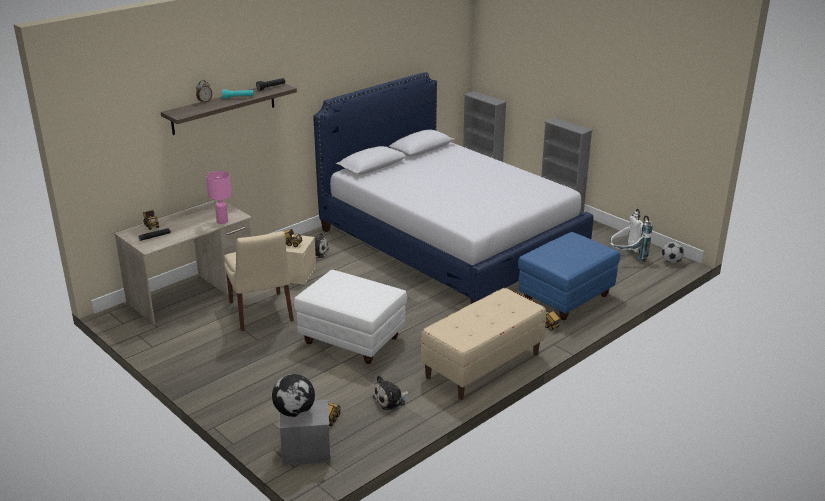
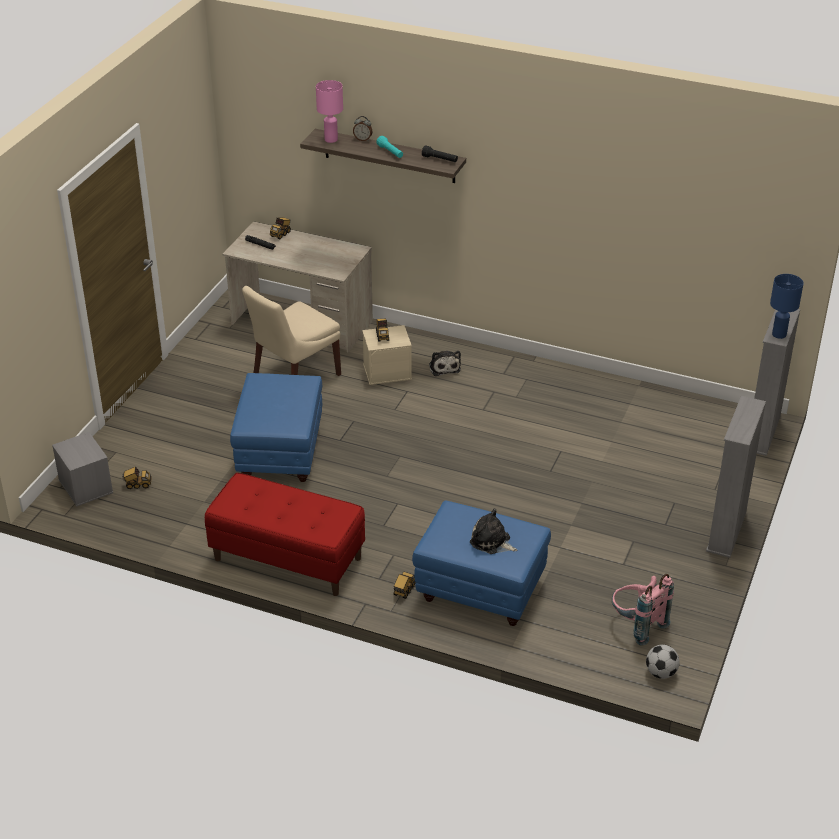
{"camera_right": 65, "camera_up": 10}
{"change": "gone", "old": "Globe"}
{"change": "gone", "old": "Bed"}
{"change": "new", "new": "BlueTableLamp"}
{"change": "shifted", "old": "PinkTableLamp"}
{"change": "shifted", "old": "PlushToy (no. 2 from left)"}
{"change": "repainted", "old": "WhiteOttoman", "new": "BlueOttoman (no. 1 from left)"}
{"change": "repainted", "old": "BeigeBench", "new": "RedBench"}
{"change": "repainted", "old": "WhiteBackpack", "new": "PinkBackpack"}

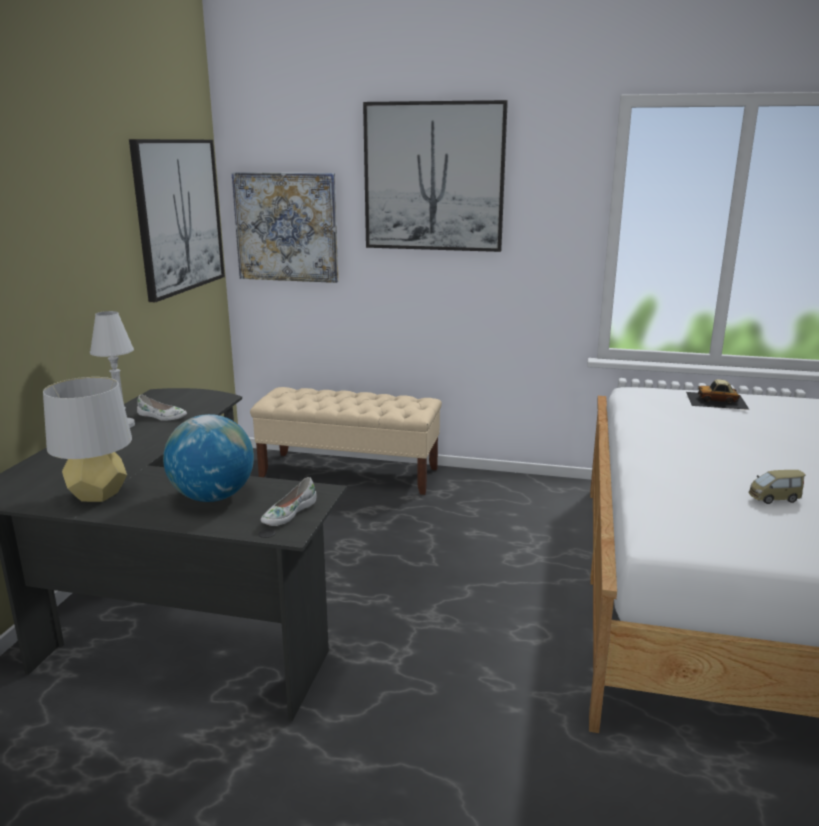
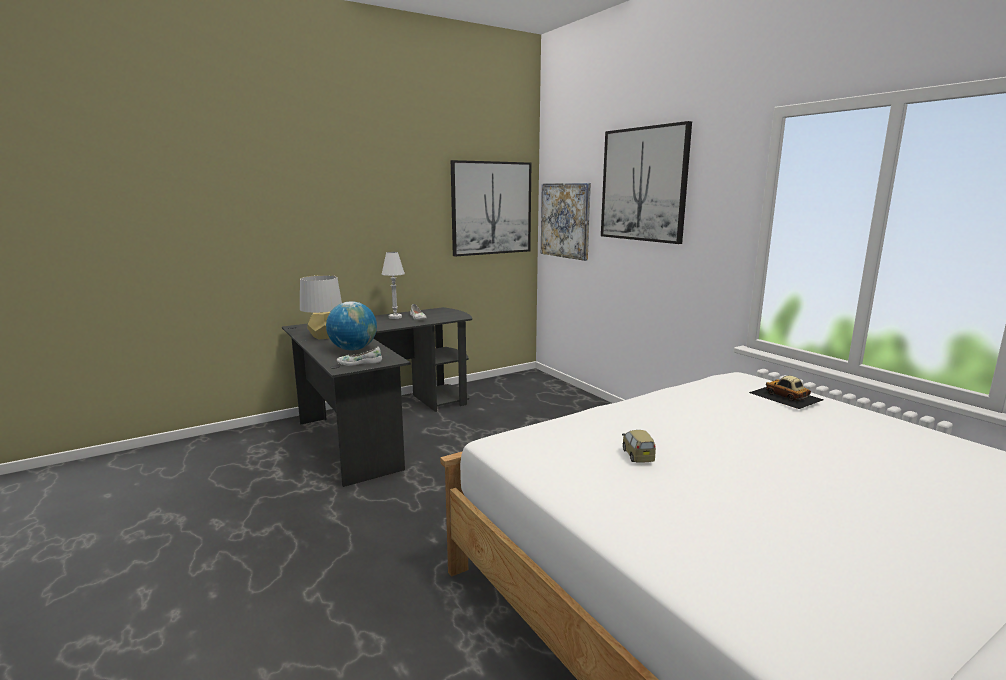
{"camera_right": 45, "camera_up": -5}
{"change": "gone", "old": "BeigeBench"}
{"change": "rotated", "old": "ToyCar (no. 2 from left in the first image)", "degrees": 45}

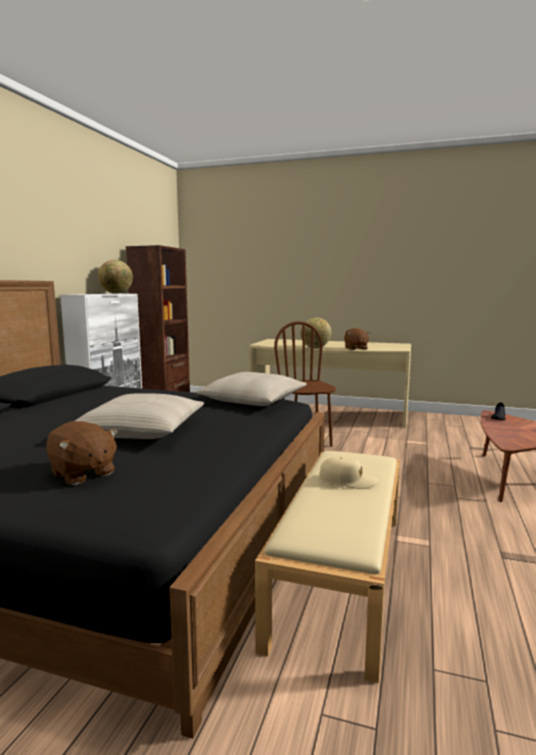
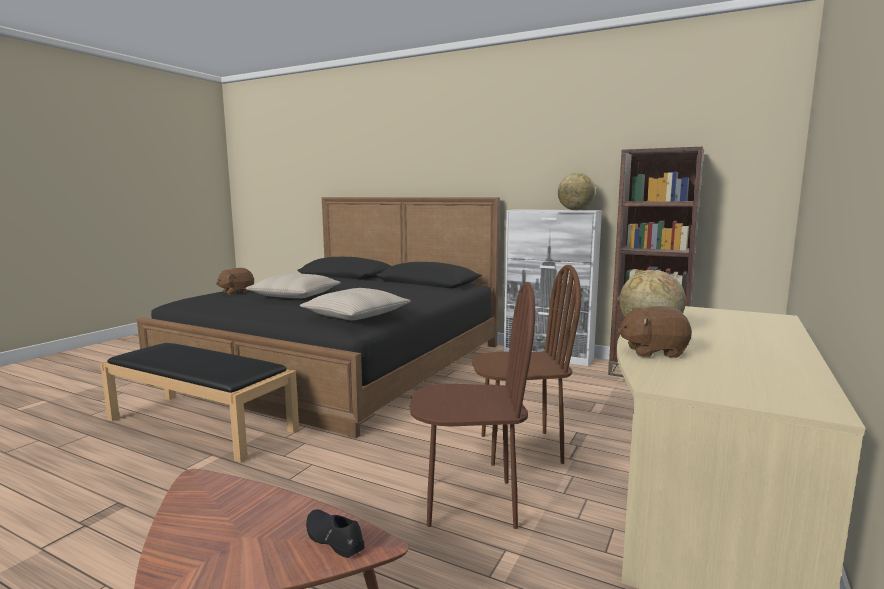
{"camera_right": 100, "camera_up": 0}
{"change": "gone", "old": "BeigeCap"}
{"change": "new", "new": "BrownChair (no. 1 from left)"}
{"change": "repainted", "old": "BeigeBench", "new": "BlackBench"}

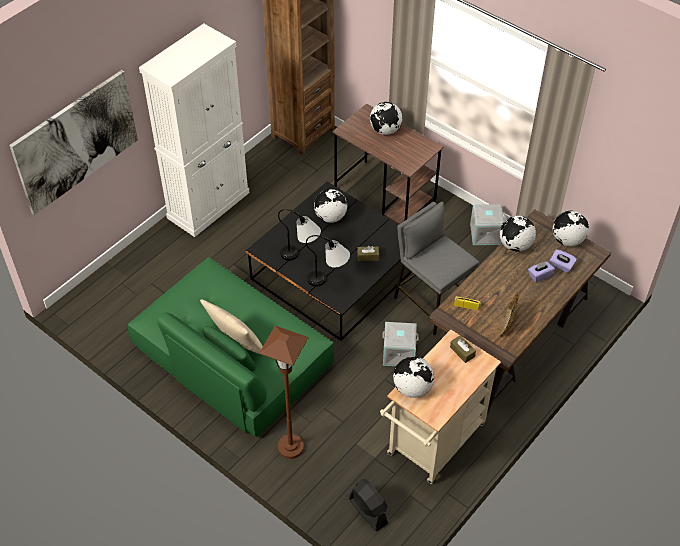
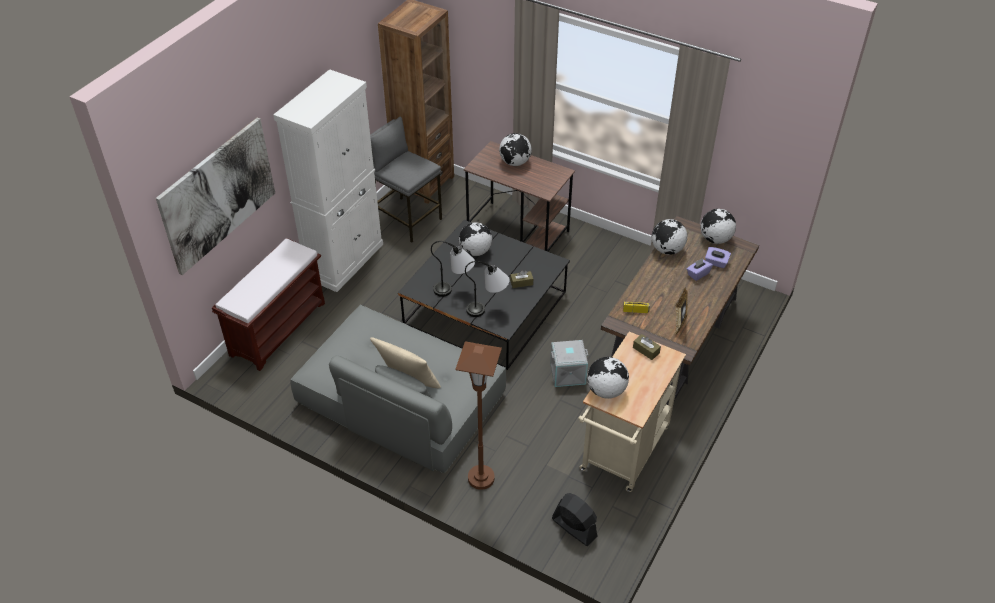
{"camera_right": -10, "camera_up": -5}
{"change": "gone", "old": "GreyStorageBox (no. 2 from left)"}
{"change": "new", "new": "BrownBench"}
{"change": "shifted", "old": "GreyStool"}
{"change": "repainted", "old": "GreenSofa", "new": "GreySofa"}

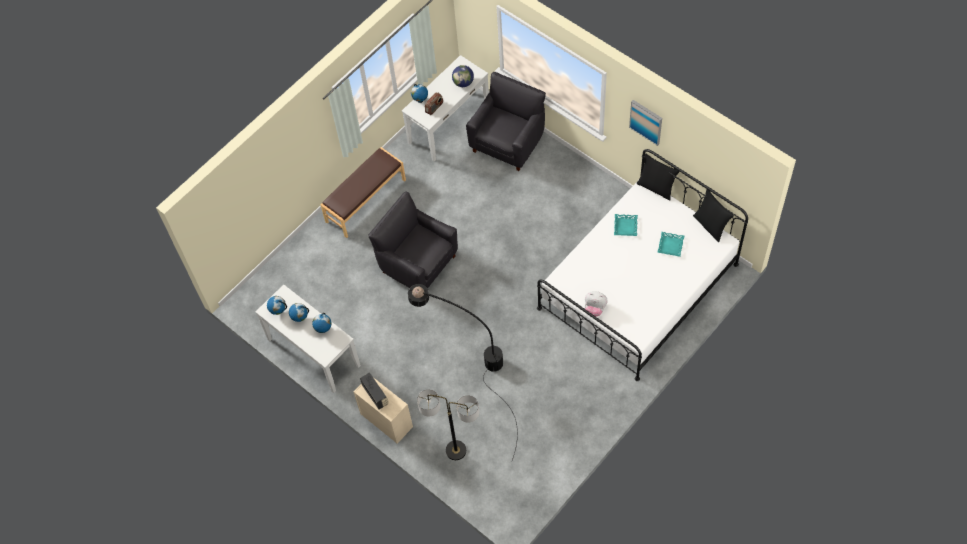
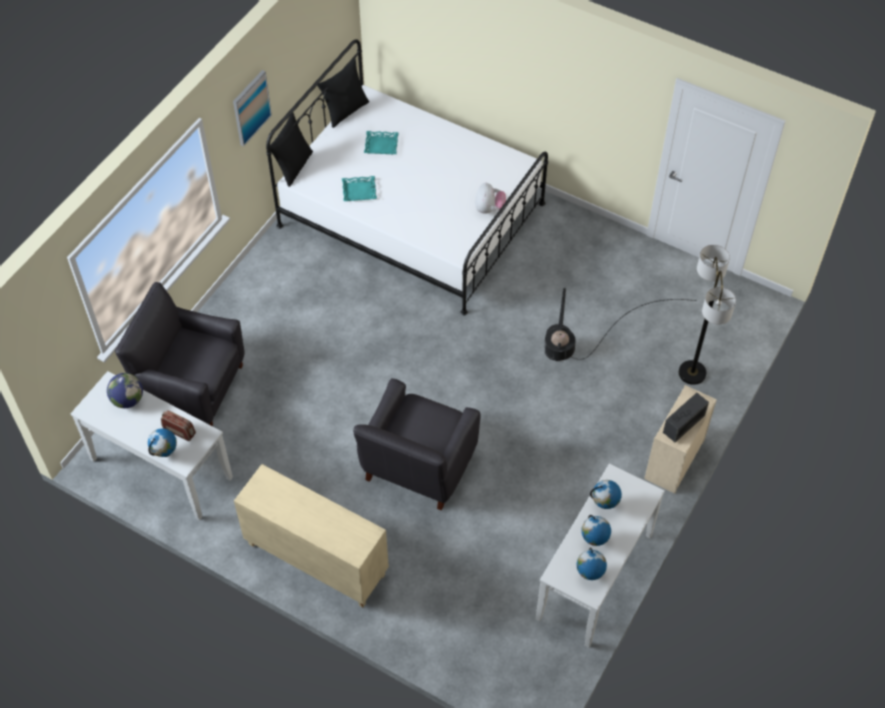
{"camera_right": -105, "camera_up": -5}
{"change": "swapped", "old": "BrownBench", "new": "BeigeCabinet"}

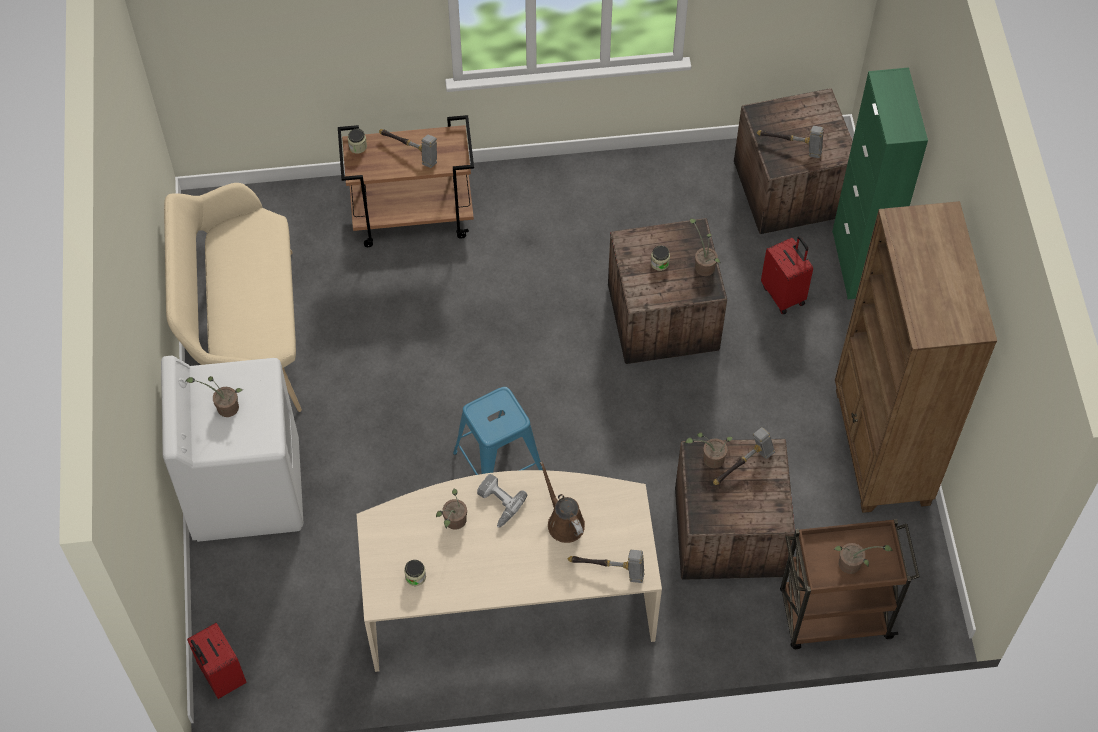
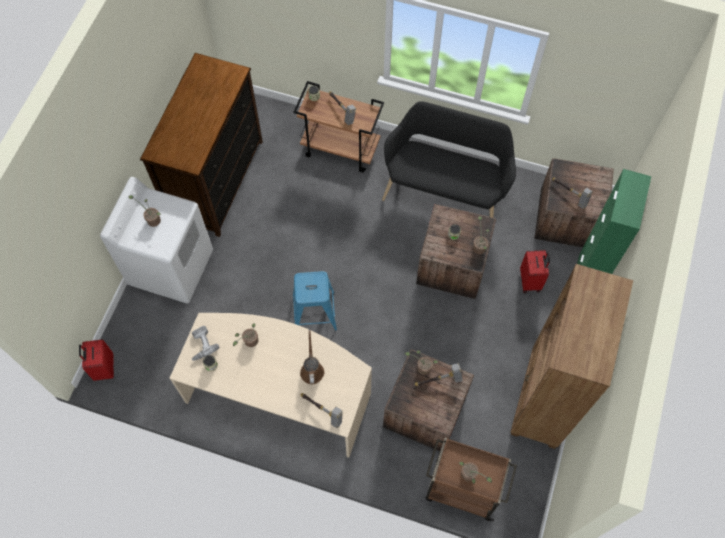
{"camera_right": 25, "camera_up": 5}
{"change": "new", "new": "BlackBench"}
{"change": "shifted", "old": "PowerDrill"}
{"change": "swapped", "old": "BeigeBench", "new": "Dresser"}

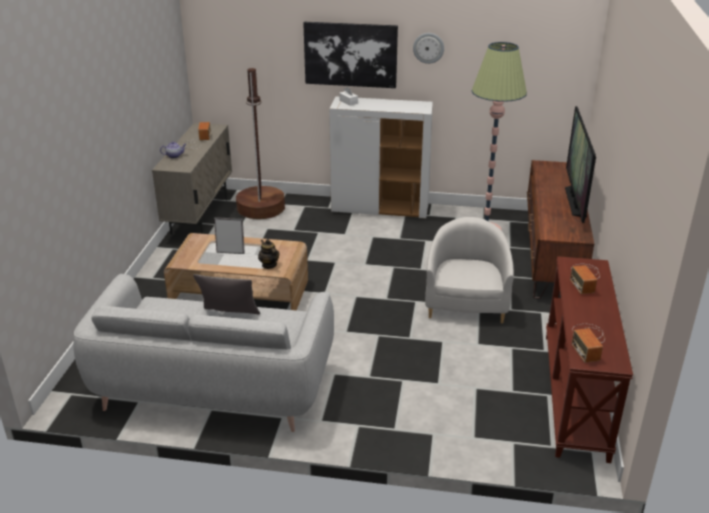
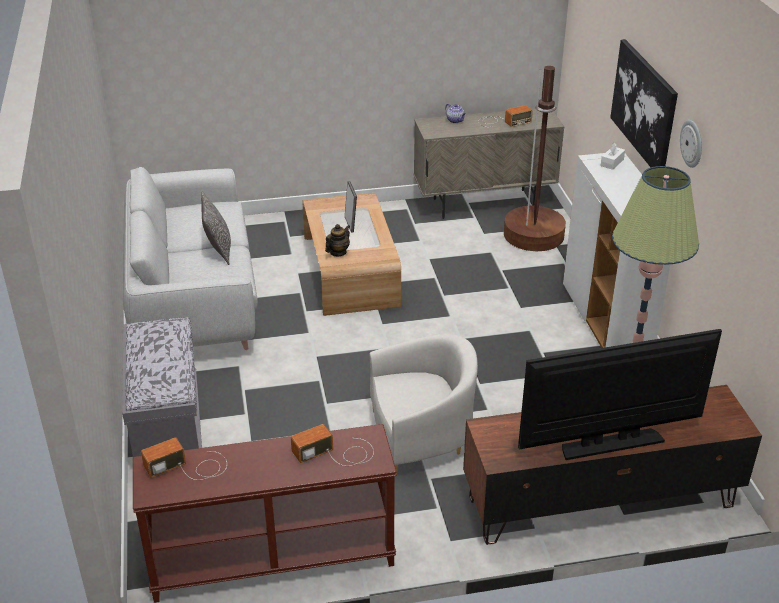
{"camera_right": 70, "camera_up": 5}
{"change": "new", "new": "GreyBench"}

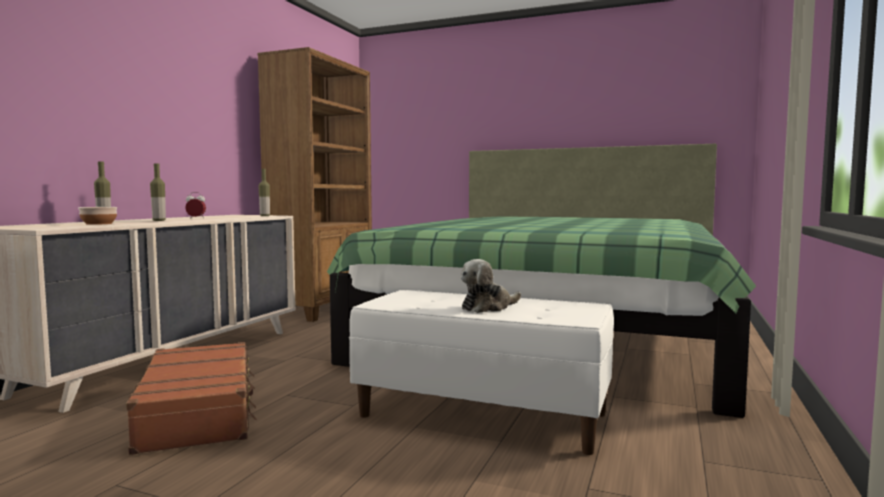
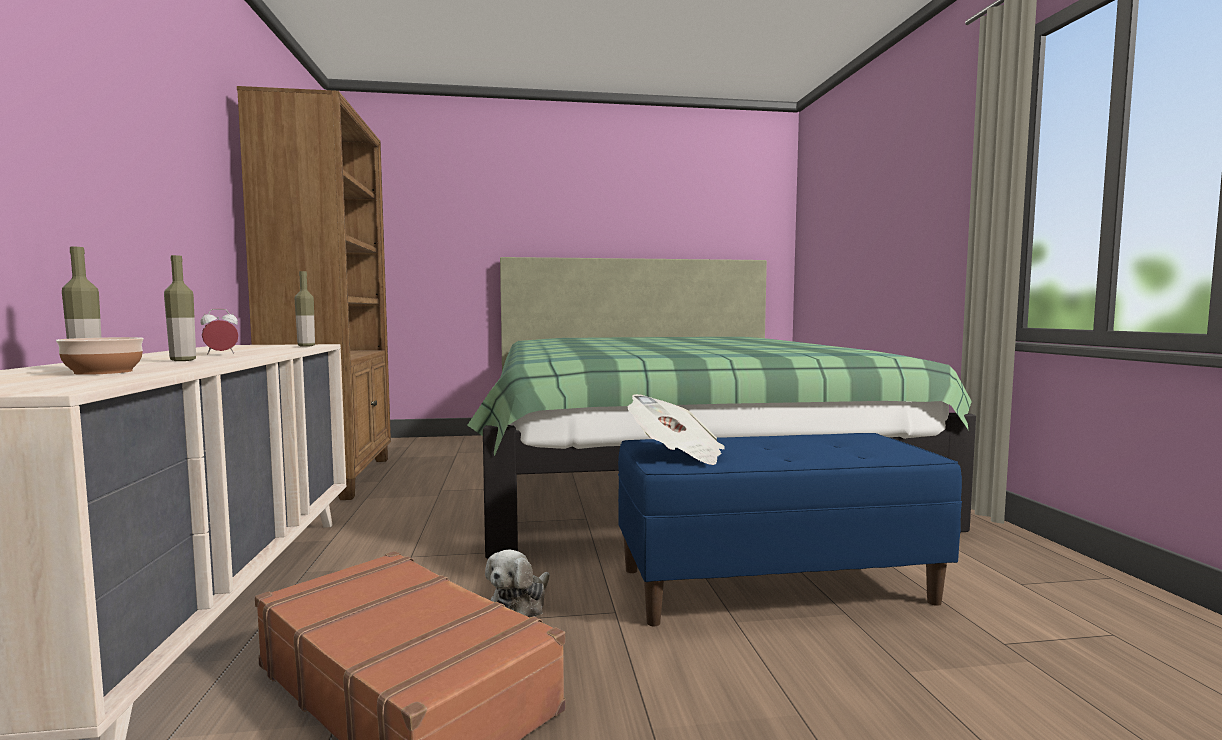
{"camera_right": -30, "camera_up": 0}
{"change": "new", "new": "Newspaper"}
{"change": "shifted", "old": "PlushToy"}
{"change": "repainted", "old": "WhiteBench", "new": "BlueBench"}

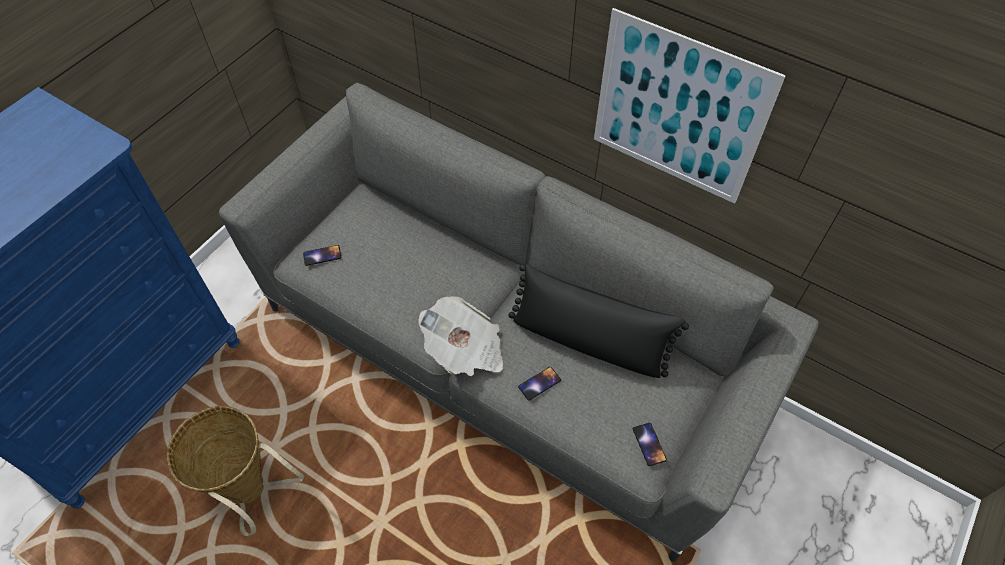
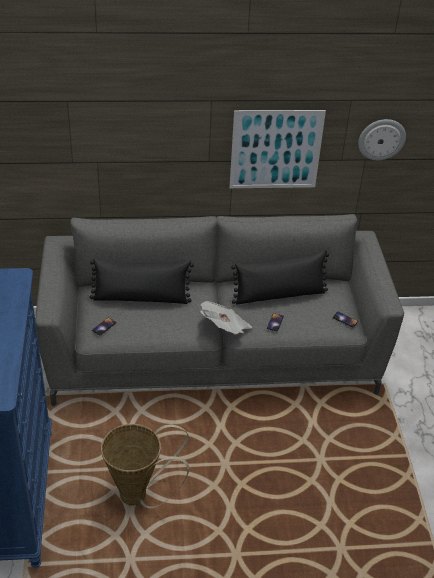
{"camera_right": -40, "camera_up": -15}
{"change": "new", "new": "BlackPillow (no. 1 from left)"}
{"change": "new", "new": "WallClock"}

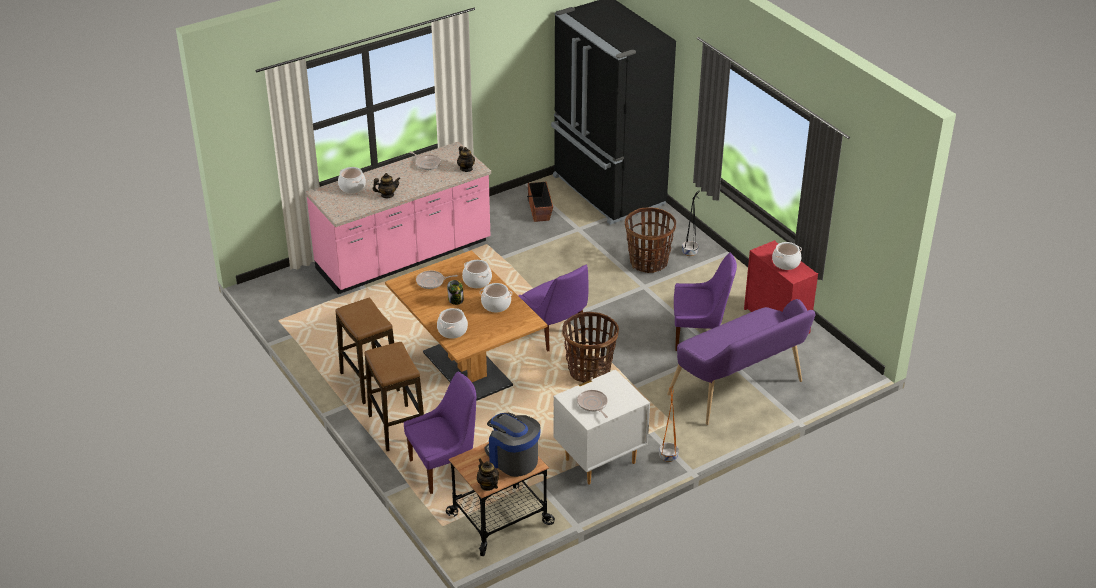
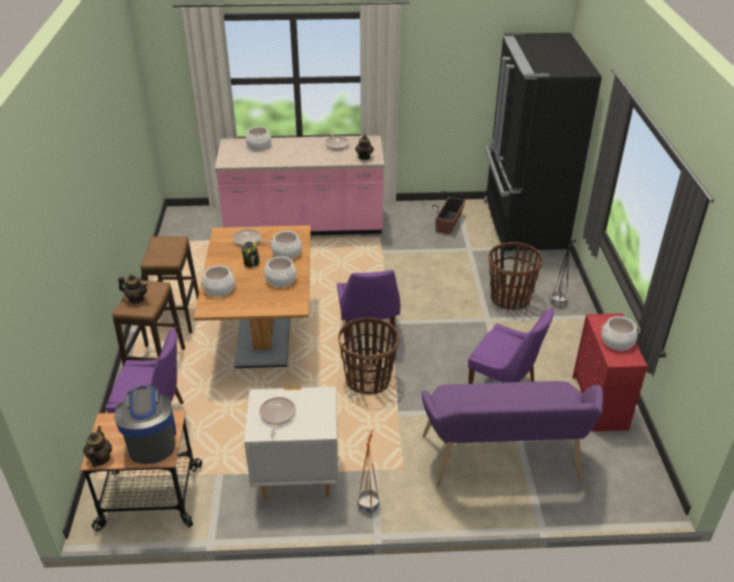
{"camera_right": 30, "camera_up": 0}
{"change": "shifted", "old": "Teapot (no. 1 from left in the first image)", "new": "Teapot (no. 2 from left)"}

